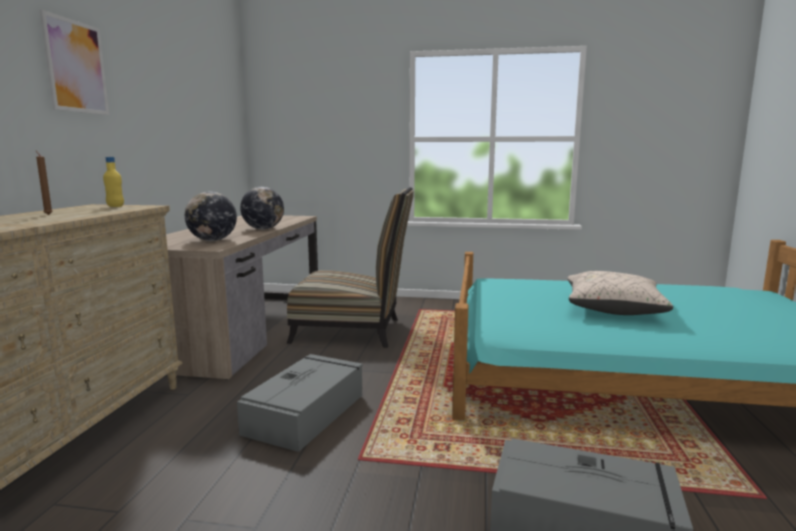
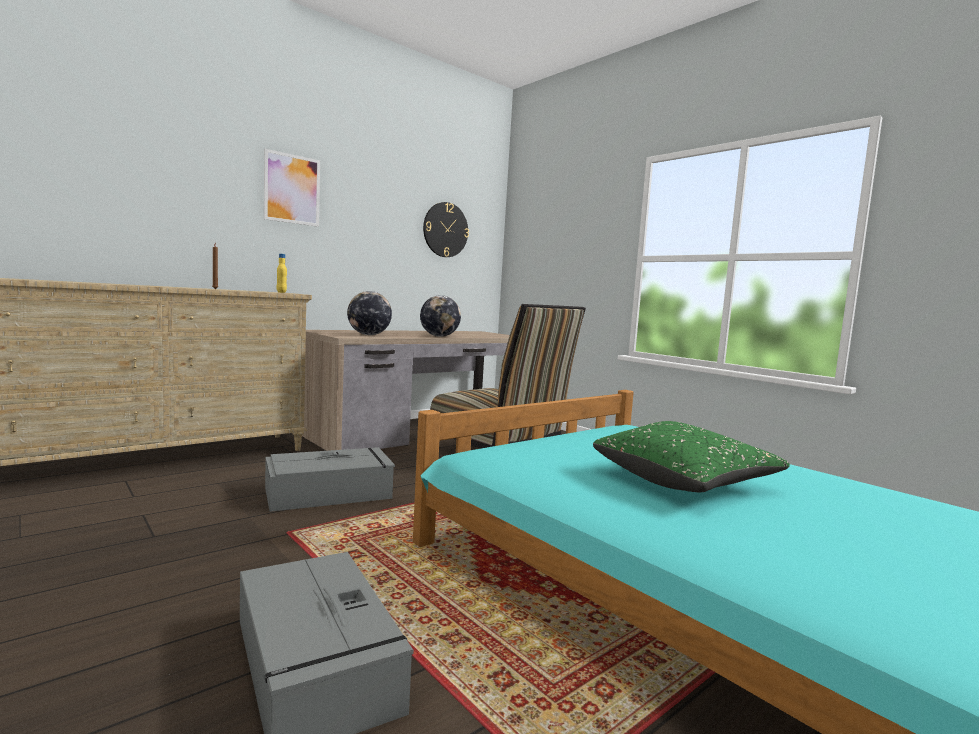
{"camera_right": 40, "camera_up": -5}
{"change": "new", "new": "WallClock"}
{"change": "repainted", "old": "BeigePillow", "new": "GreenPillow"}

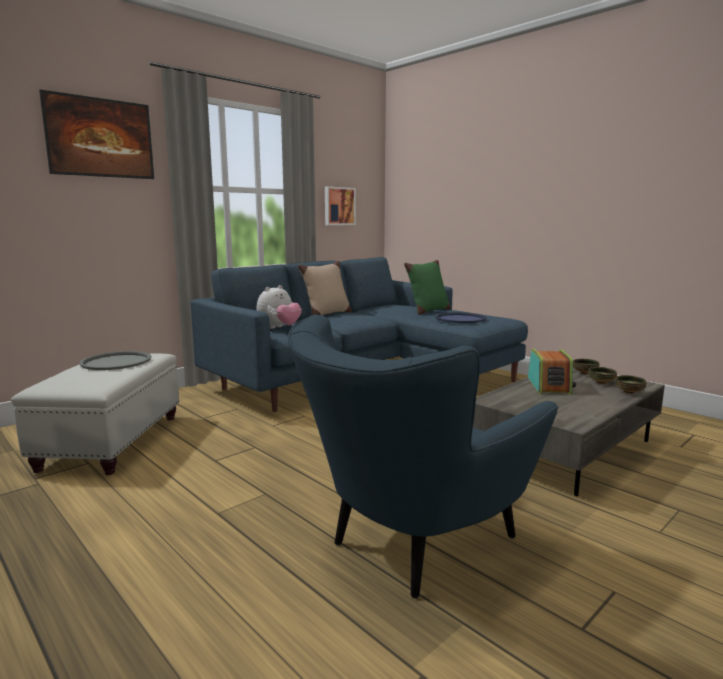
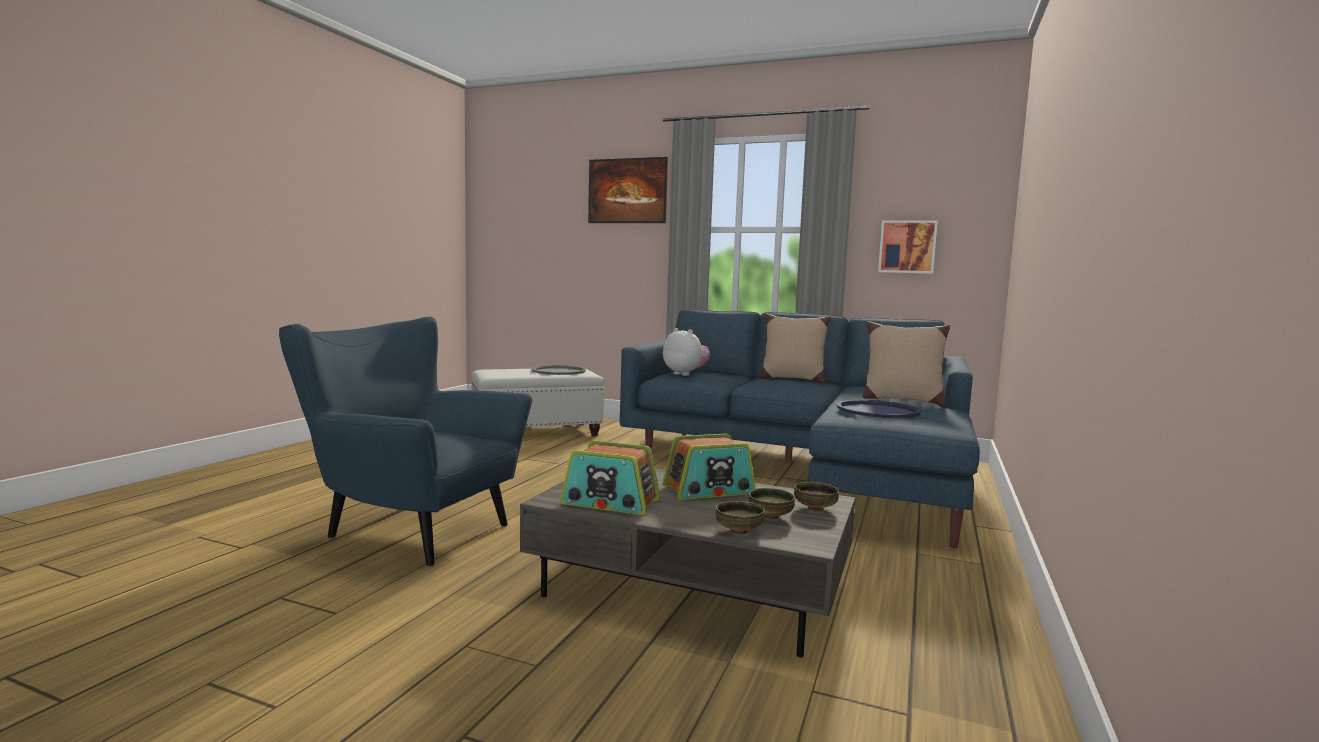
{"camera_right": 65, "camera_up": -5}
{"change": "new", "new": "Radio (no. 1 from left)"}
{"change": "repainted", "old": "GreenPillow", "new": "BeigePillow (no. 2 from left)"}
{"change": "rotated", "old": "PlushToy", "degrees": -150}

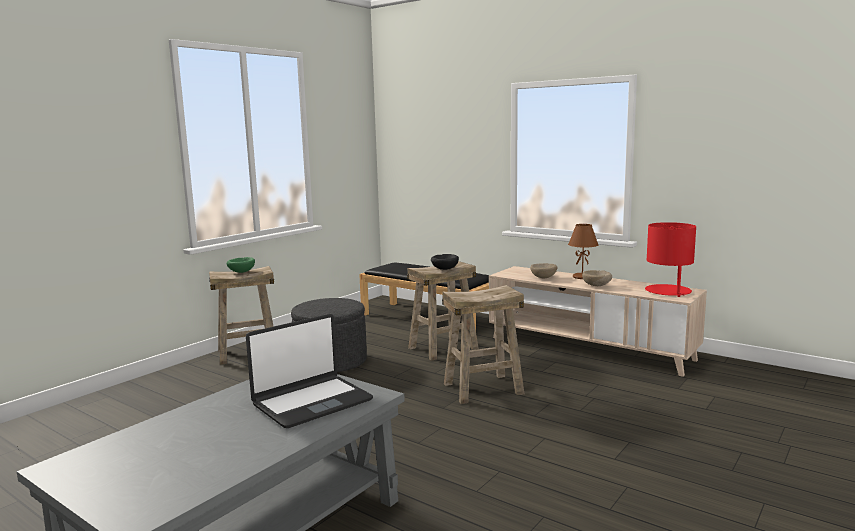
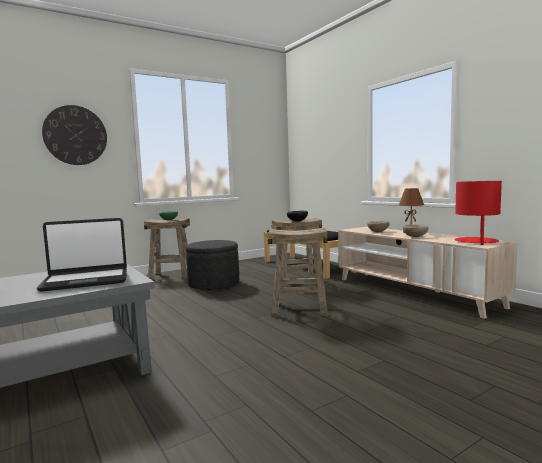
{"camera_right": 20, "camera_up": -5}
{"change": "new", "new": "WallClock"}

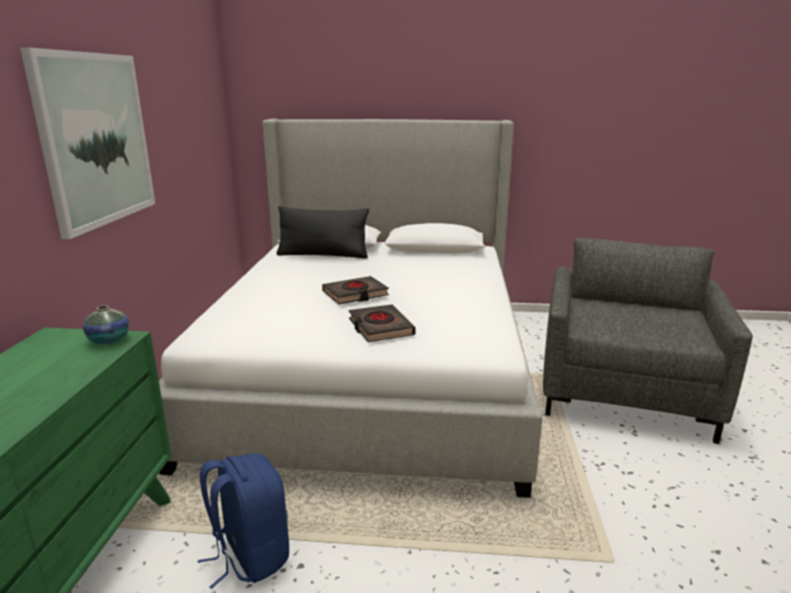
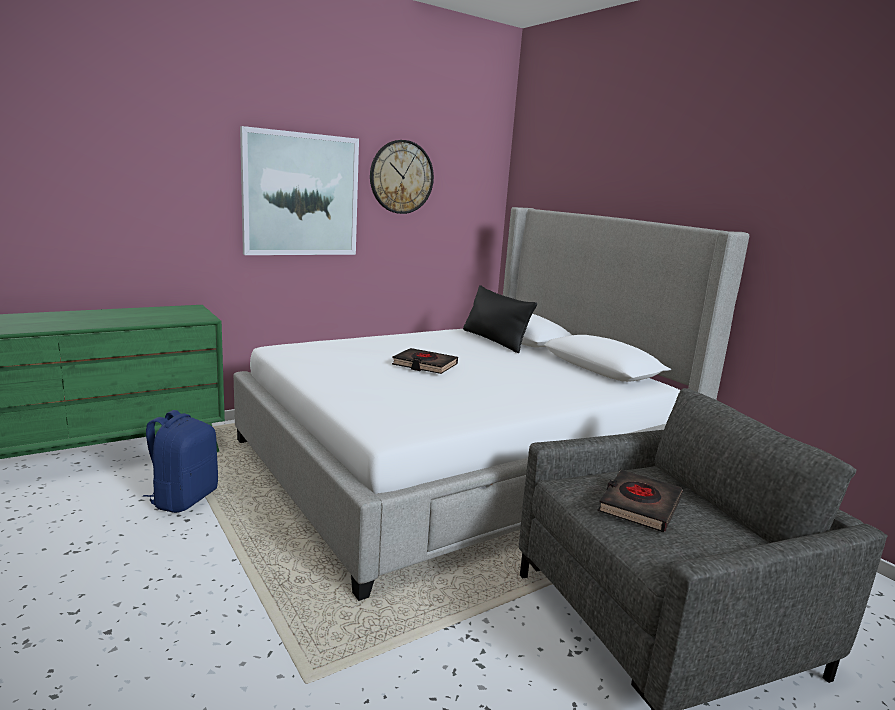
{"camera_right": 50, "camera_up": -5}
{"change": "gone", "old": "Vase"}
{"change": "new", "new": "WallClock"}
{"change": "shifted", "old": "BlackBook (no. 2 from left)"}

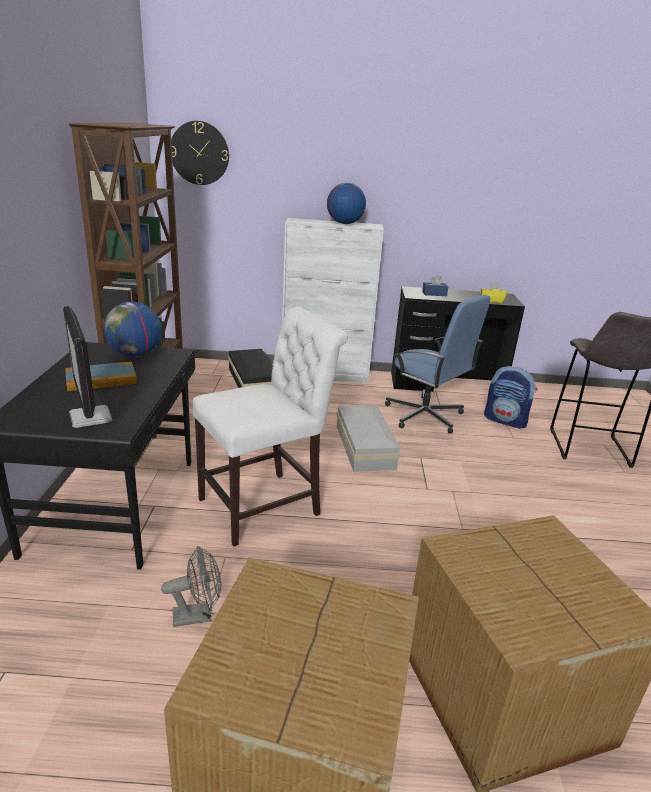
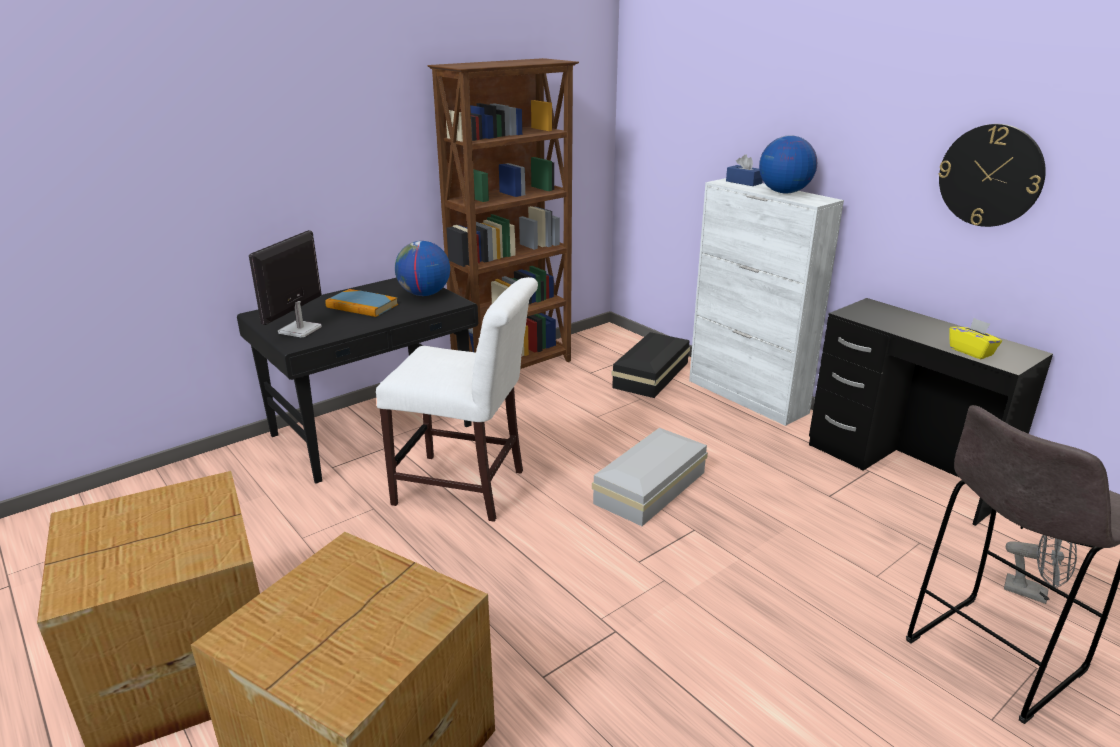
{"camera_right": 50, "camera_up": 0}
{"change": "gone", "old": "BlueOfficeChair"}
{"change": "gone", "old": "Backpack"}
{"change": "shifted", "old": "GreyFan"}
{"change": "shifted", "old": "WallClock"}
{"change": "shifted", "old": "BlueTissueBox"}

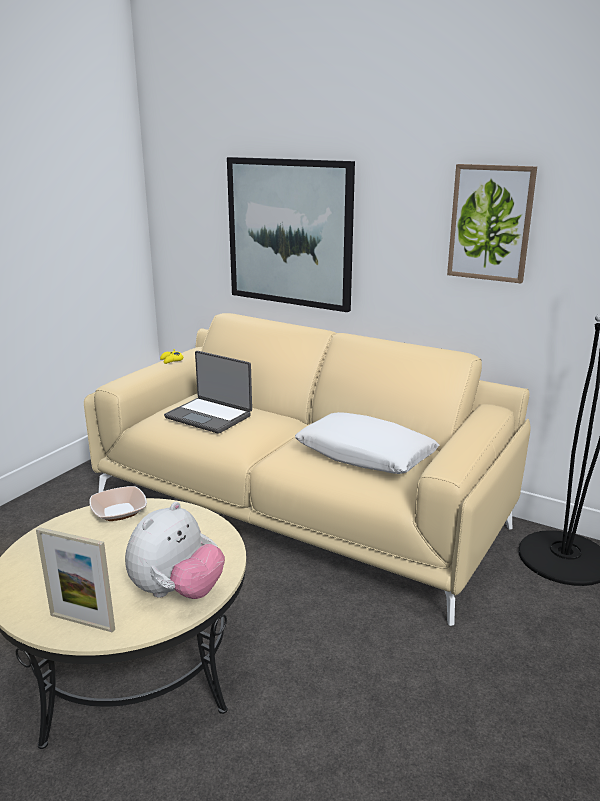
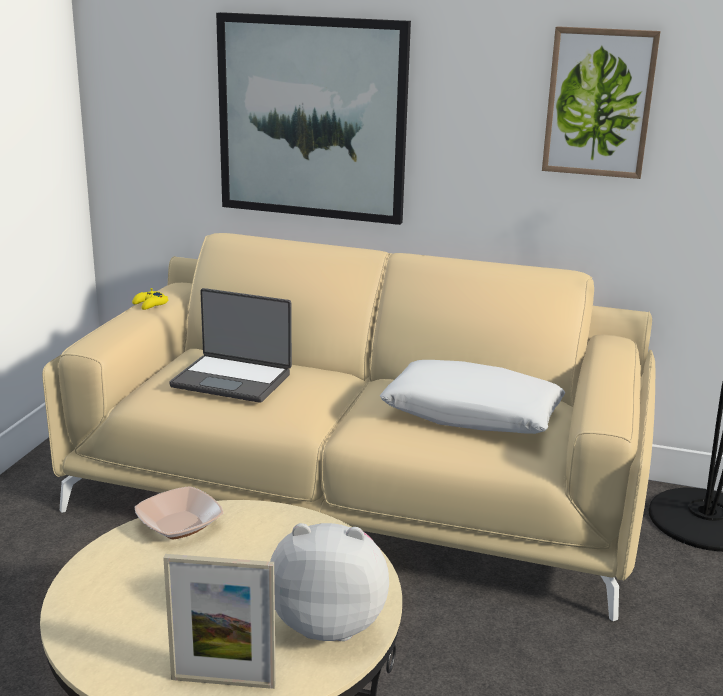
{"camera_right": -15, "camera_up": 0}
{"change": "rotated", "old": "PlushToy", "degrees": -105}

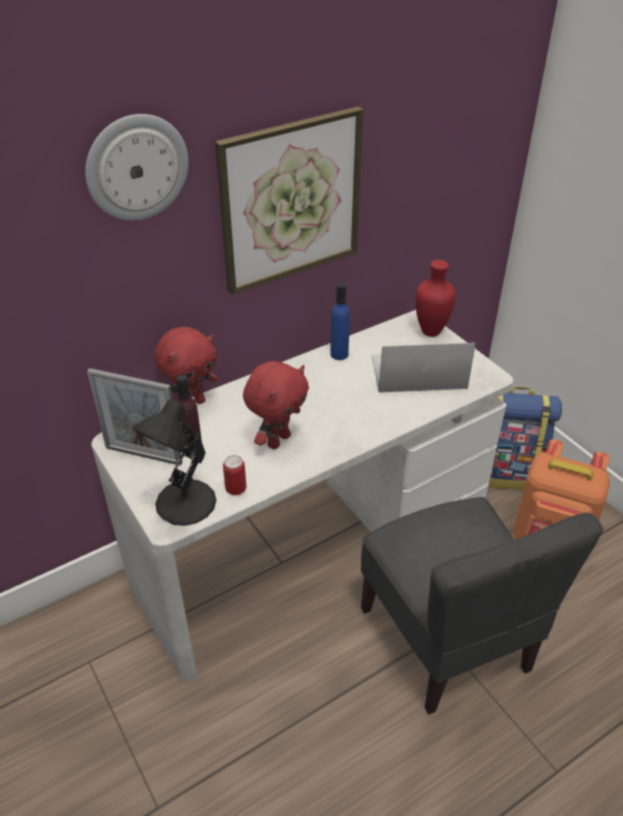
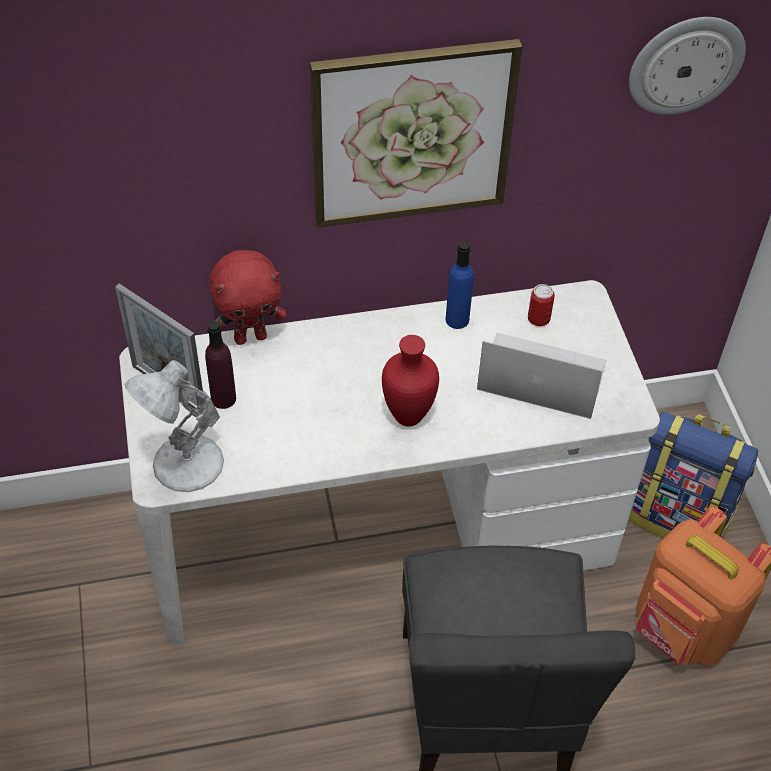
{"camera_right": 20, "camera_up": 10}
{"change": "gone", "old": "RedPlushToy (no. 2 from left)"}
{"change": "shifted", "old": "WallClock"}
{"change": "shifted", "old": "Can"}
{"change": "shifted", "old": "RedVase"}
{"change": "repainted", "old": "BlackTableLamp", "new": "WhiteTableLamp"}

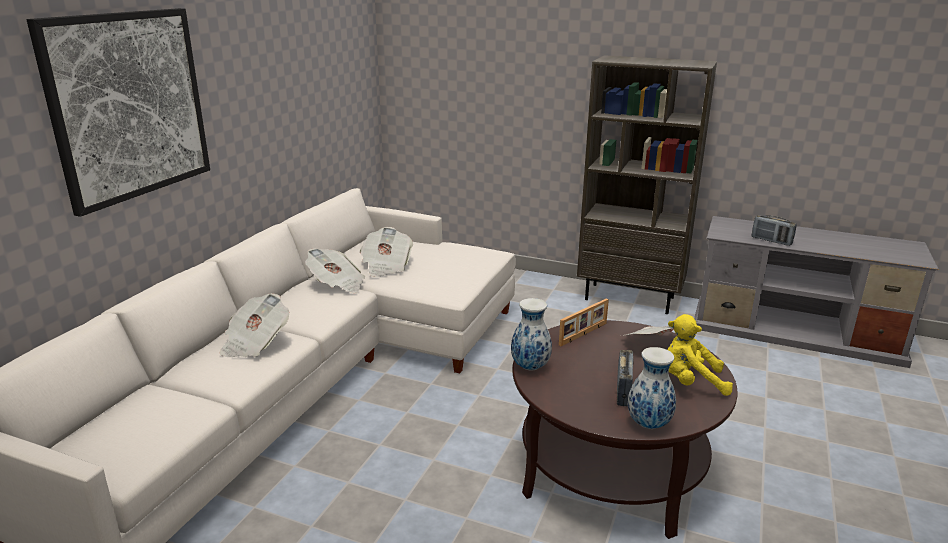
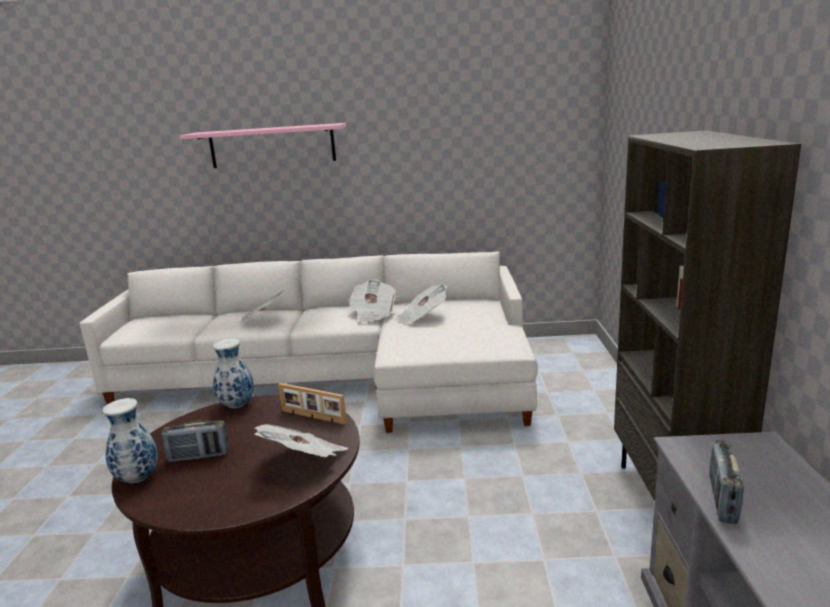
{"camera_right": 70, "camera_up": -5}
{"change": "gone", "old": "YellowPlushToy"}
{"change": "swapped", "old": "Picture", "new": "PinkShelf"}

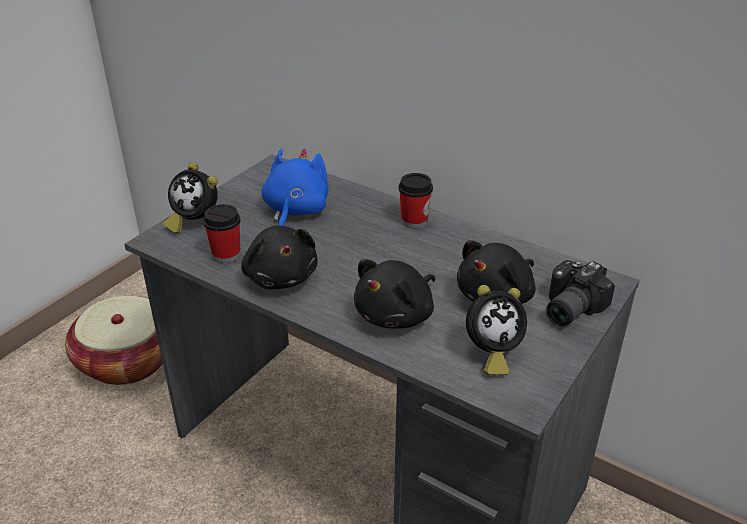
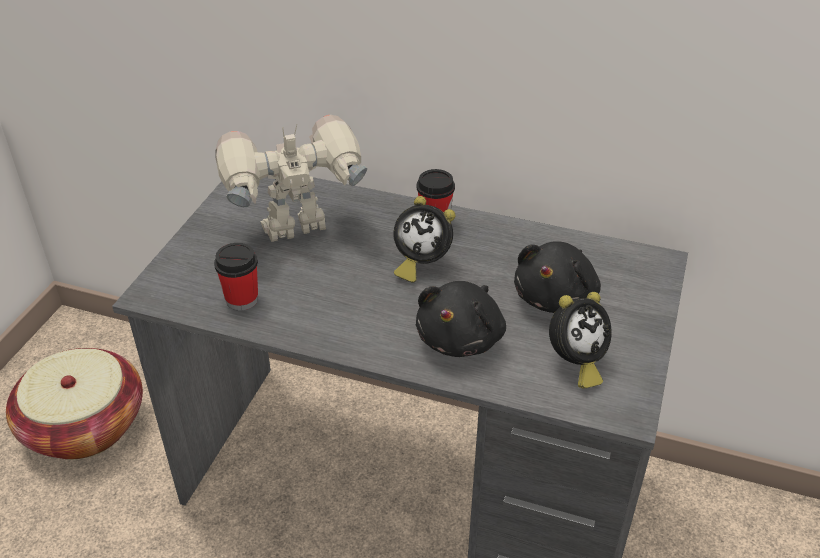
{"camera_right": -15, "camera_up": 5}
{"change": "gone", "old": "BlackPlushToy (no. 1 from left)"}
{"change": "gone", "old": "PhotoCamera"}
{"change": "shifted", "old": "AlarmClock (no. 1 from left)"}
{"change": "swapped", "old": "BluePlushToy", "new": "ToyRobot"}

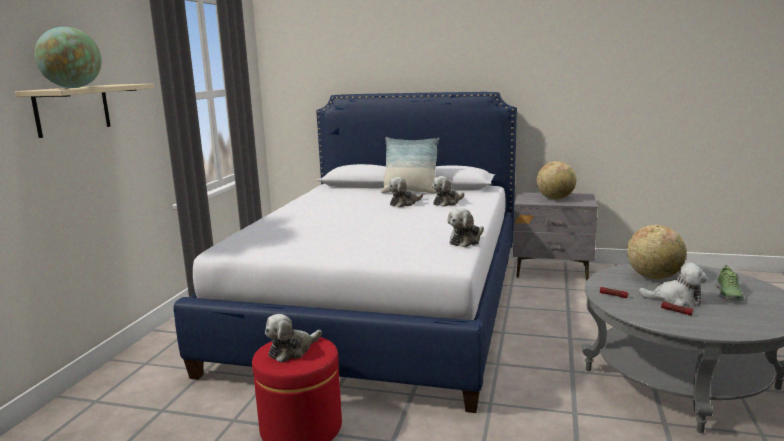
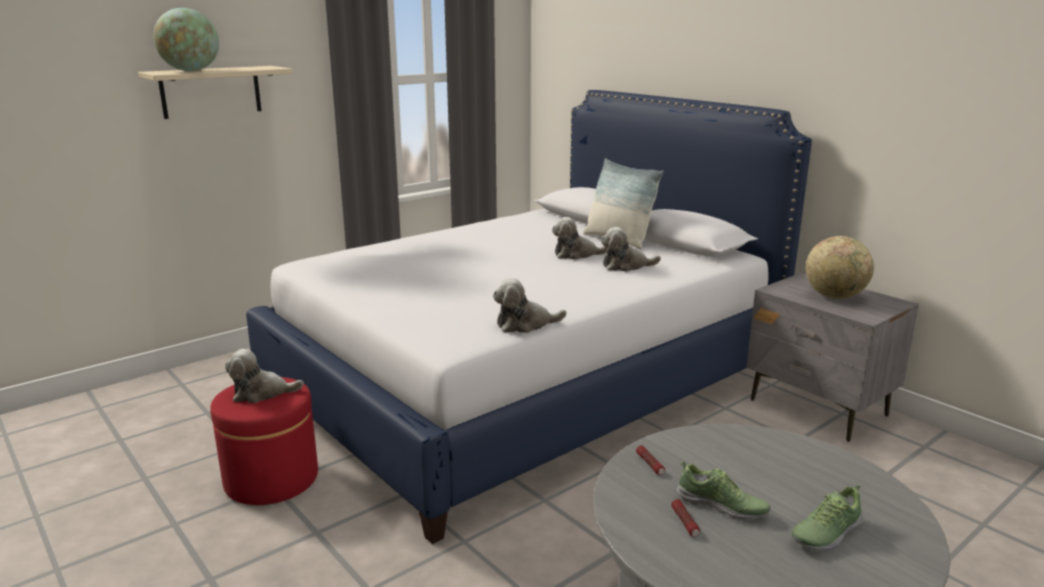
{"camera_right": 35, "camera_up": 5}
{"change": "gone", "old": "Globe (no. 3 from left)"}
{"change": "swapped", "old": "PlushToy (no. 5 from left)", "new": "Shoe (no. 1 from left)"}

